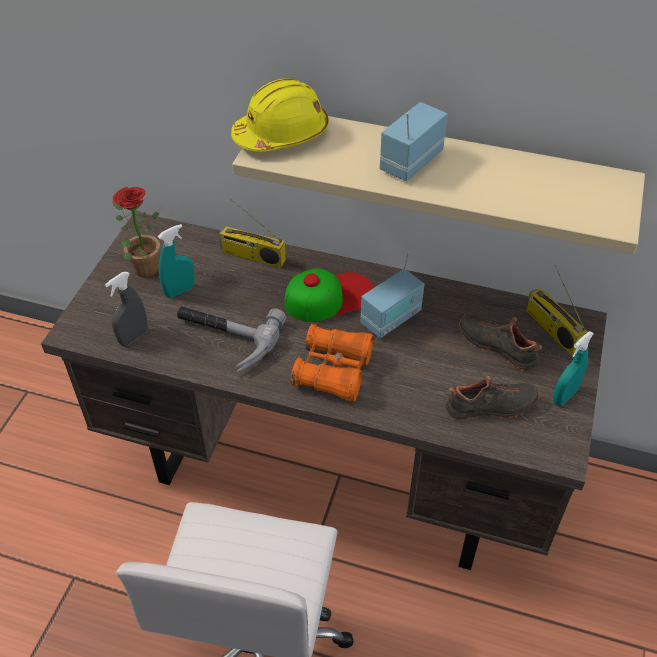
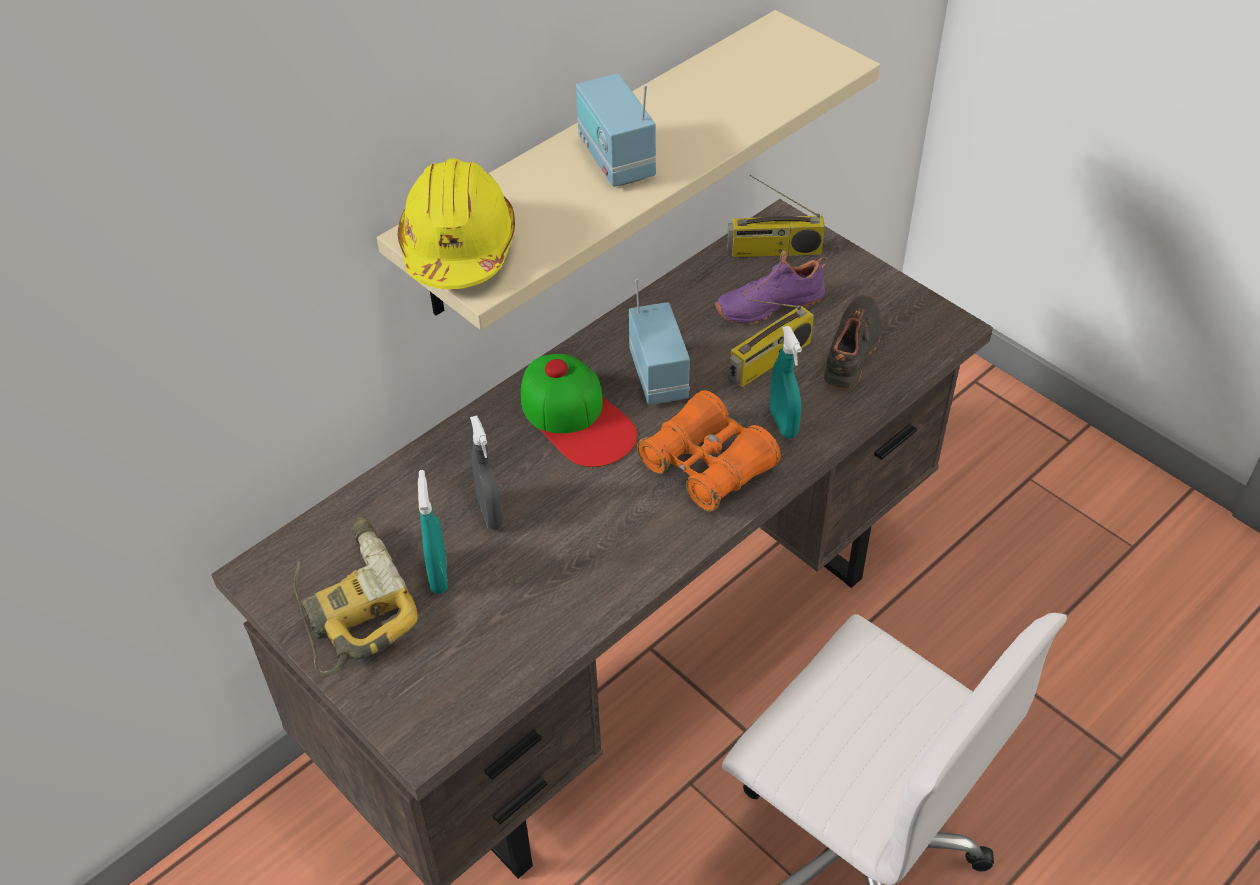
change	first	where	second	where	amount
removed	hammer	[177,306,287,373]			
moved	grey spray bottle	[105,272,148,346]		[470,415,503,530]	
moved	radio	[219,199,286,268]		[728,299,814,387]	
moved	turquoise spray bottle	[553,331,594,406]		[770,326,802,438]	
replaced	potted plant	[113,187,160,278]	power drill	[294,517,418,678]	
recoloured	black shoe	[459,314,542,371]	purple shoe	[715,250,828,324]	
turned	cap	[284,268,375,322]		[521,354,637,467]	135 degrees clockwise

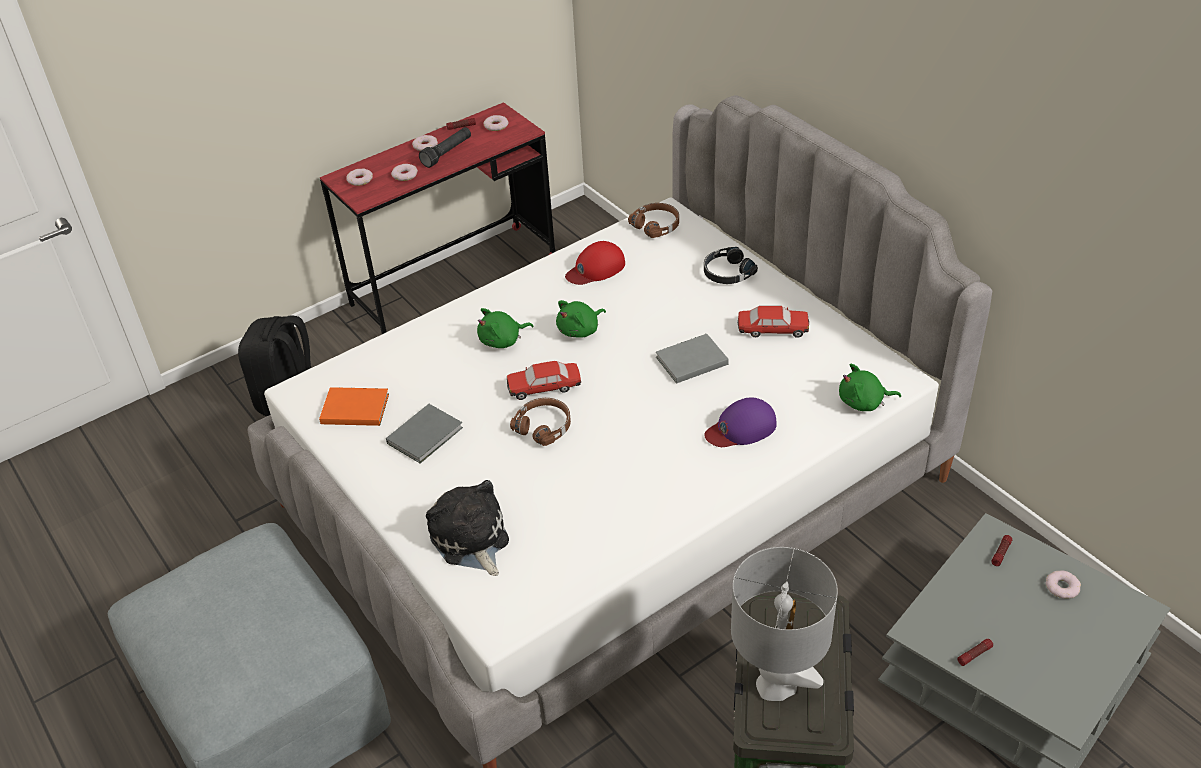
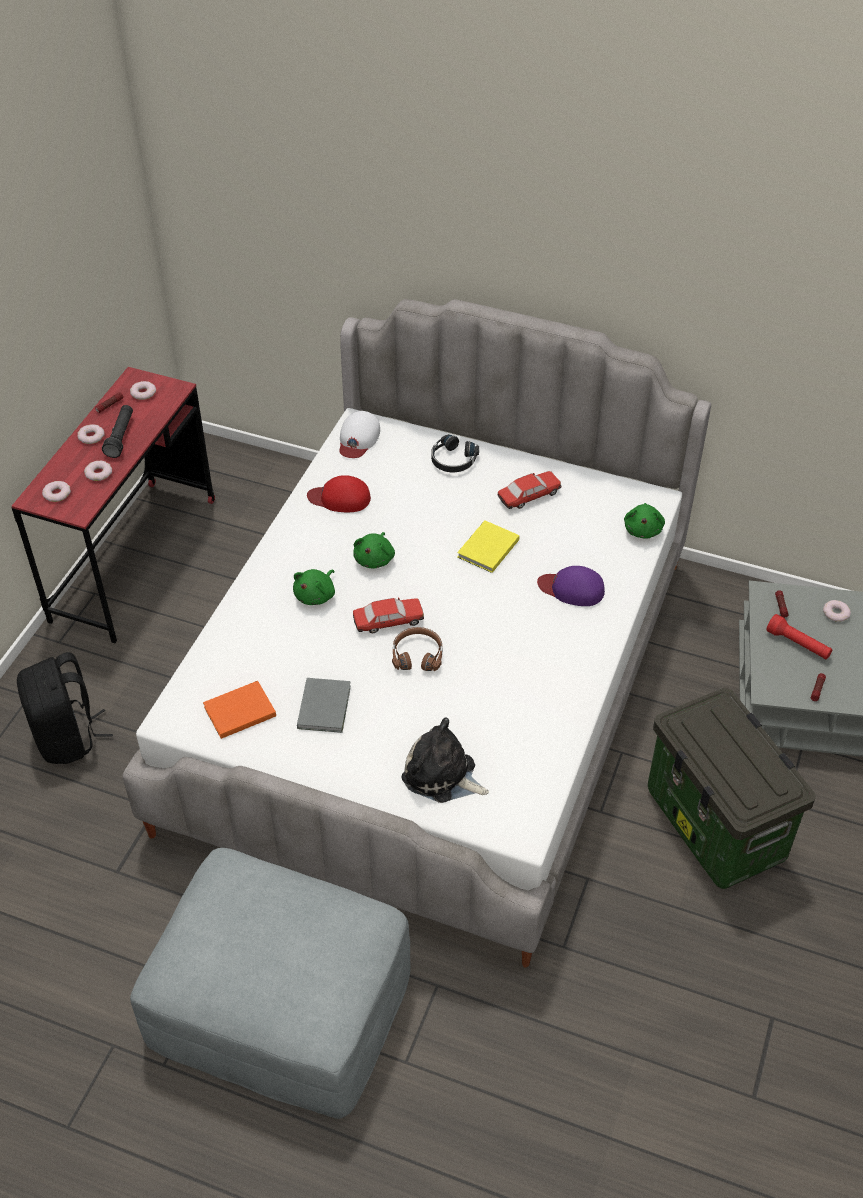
change	first	where	second	where	amount
removed	grey table lamp	[731,547,838,701]			
added			red flashlight	[766,614,832,659]	
replaced	brown headphones	[628,203,679,238]	white cap	[339,411,380,458]	
recoloured	grey book	[656,334,729,384]	yellow book	[457,520,519,573]	
turned	toy car	[507,361,581,400]		[353,597,424,633]	150 degrees counterclockwise
turned	red cap	[565,241,625,285]		[307,475,371,512]	75 degrees clockwise
turned	purple cap	[704,397,777,447]		[537,566,605,606]	75 degrees clockwise
turned	green plush toy	[839,363,901,411]		[624,503,665,538]	45 degrees counterclockwise

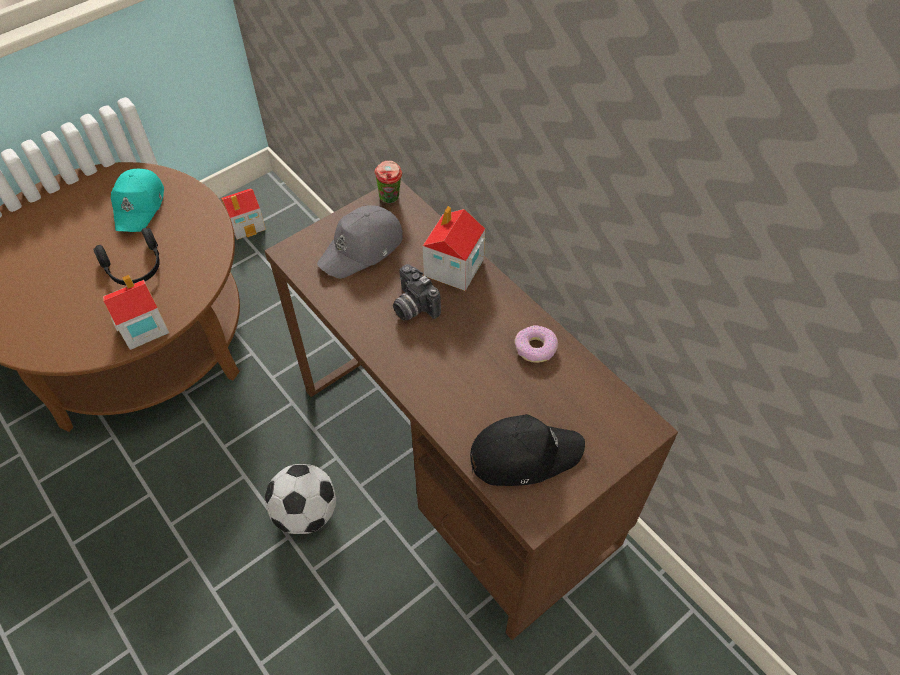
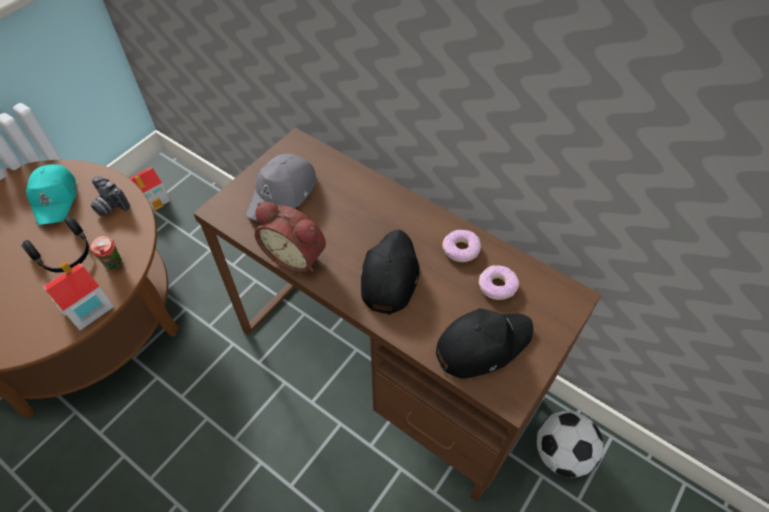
change	first	where	second	where	amount
removed	toy house	[423,206,485,291]			
added			alarm clock	[255,202,326,273]	
added			black cap	[361,229,420,315]	
added			donut	[479,265,519,300]	
moved	football	[265,464,336,534]		[537,411,603,478]	
moved	cup	[375,161,402,204]		[90,236,121,269]	
moved	photo camera	[393,264,441,320]		[91,176,130,216]	

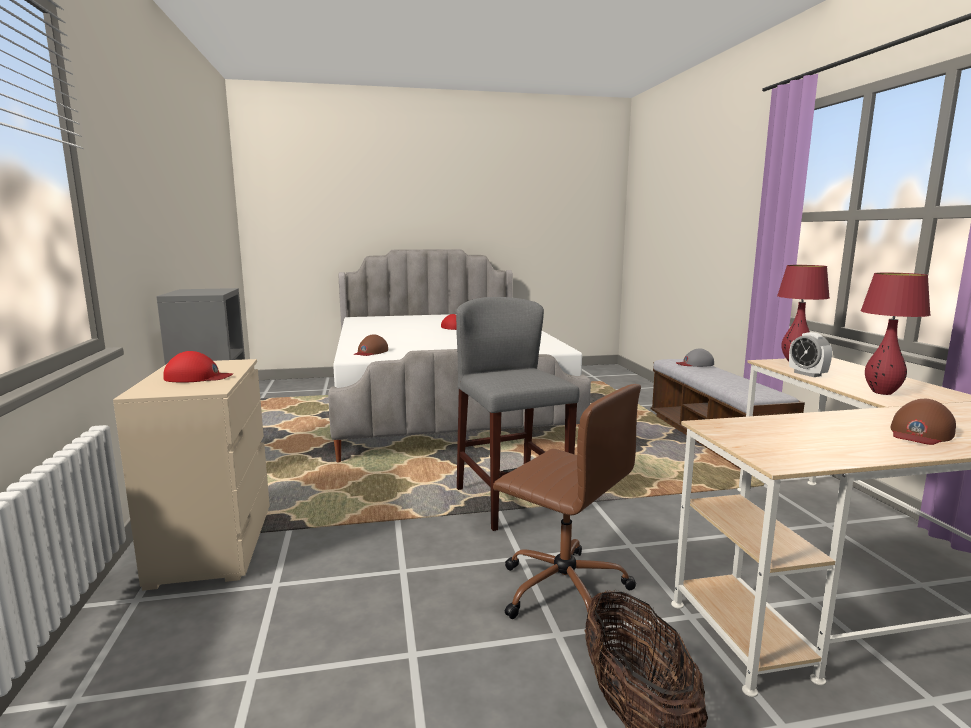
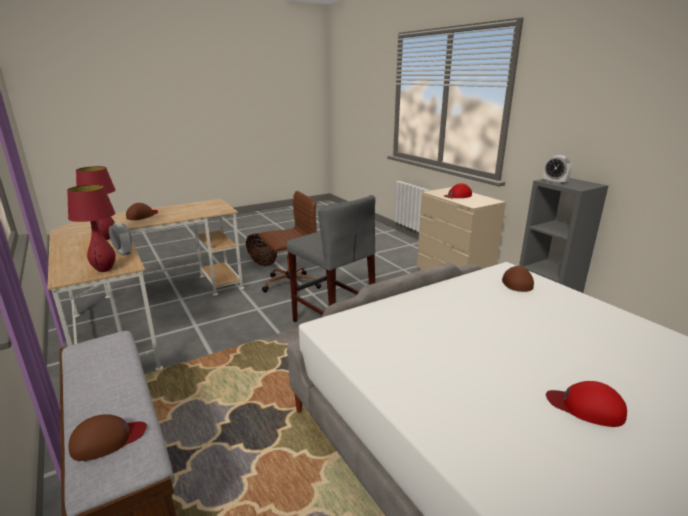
change	first	where	second	where	amount
added			alarm clock	[543,155,572,185]	
recoloured	grey cap	[676,348,714,367]	brown cap	[69,414,147,461]	
turned	brown office chair	[493,384,641,623]		[259,191,321,293]	135 degrees clockwise

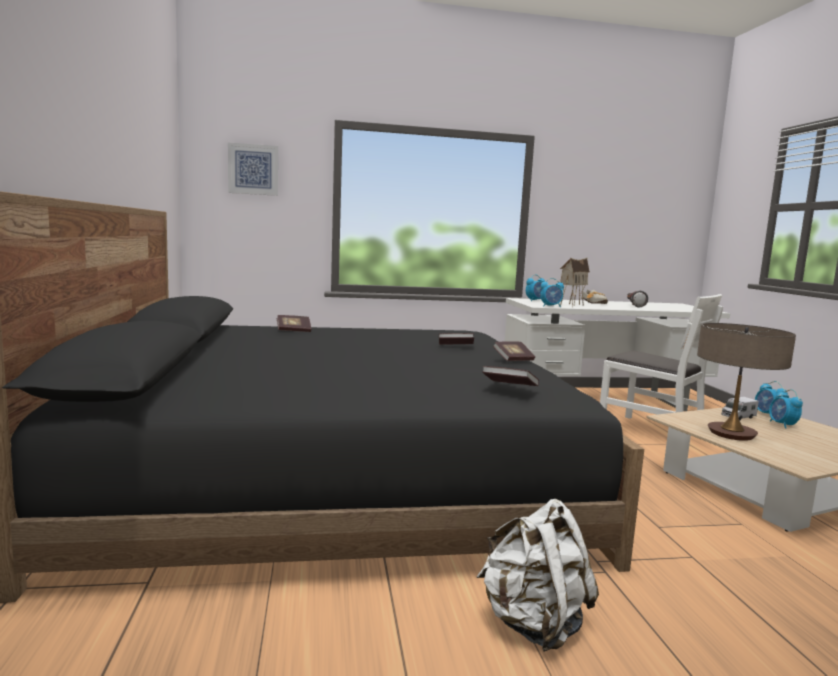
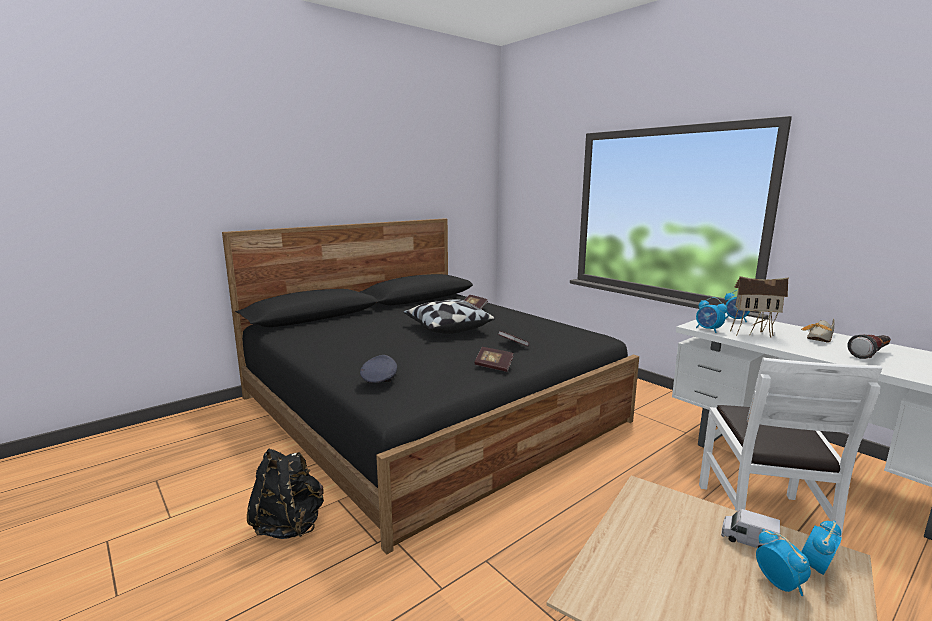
change	first	where	second	where	amount
removed	picture	[228,143,278,196]			
removed	table lamp	[697,323,796,441]			
added			pillow	[403,299,495,334]	
replaced	book	[482,366,539,386]	grey cap	[360,355,397,383]	
recoloured	white backpack	[477,499,599,652]	black backpack	[247,449,324,539]	
turned	alarm clock	[769,389,803,428]		[756,529,811,596]	105 degrees clockwise

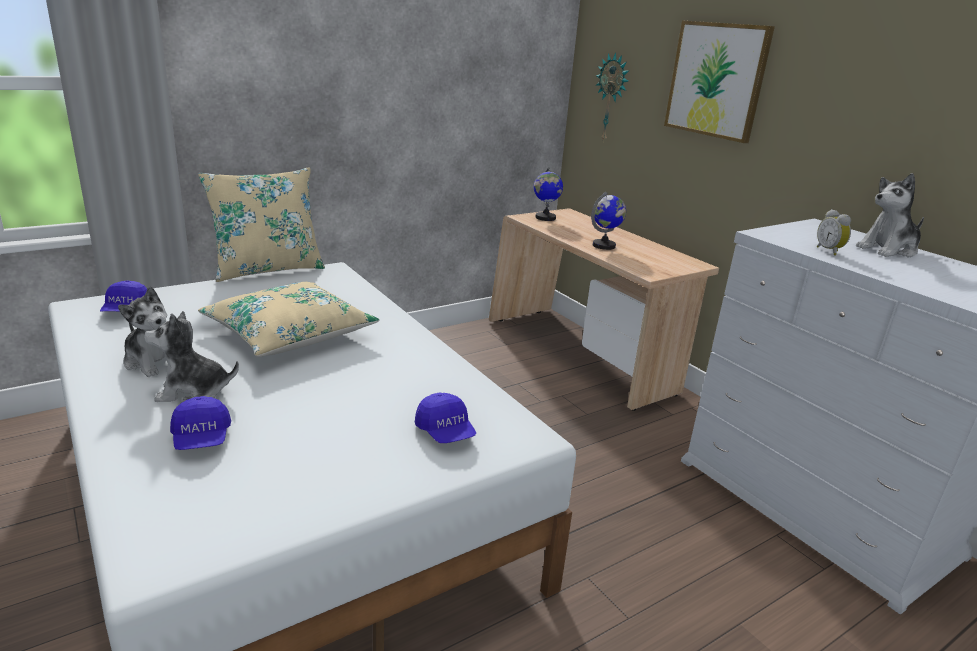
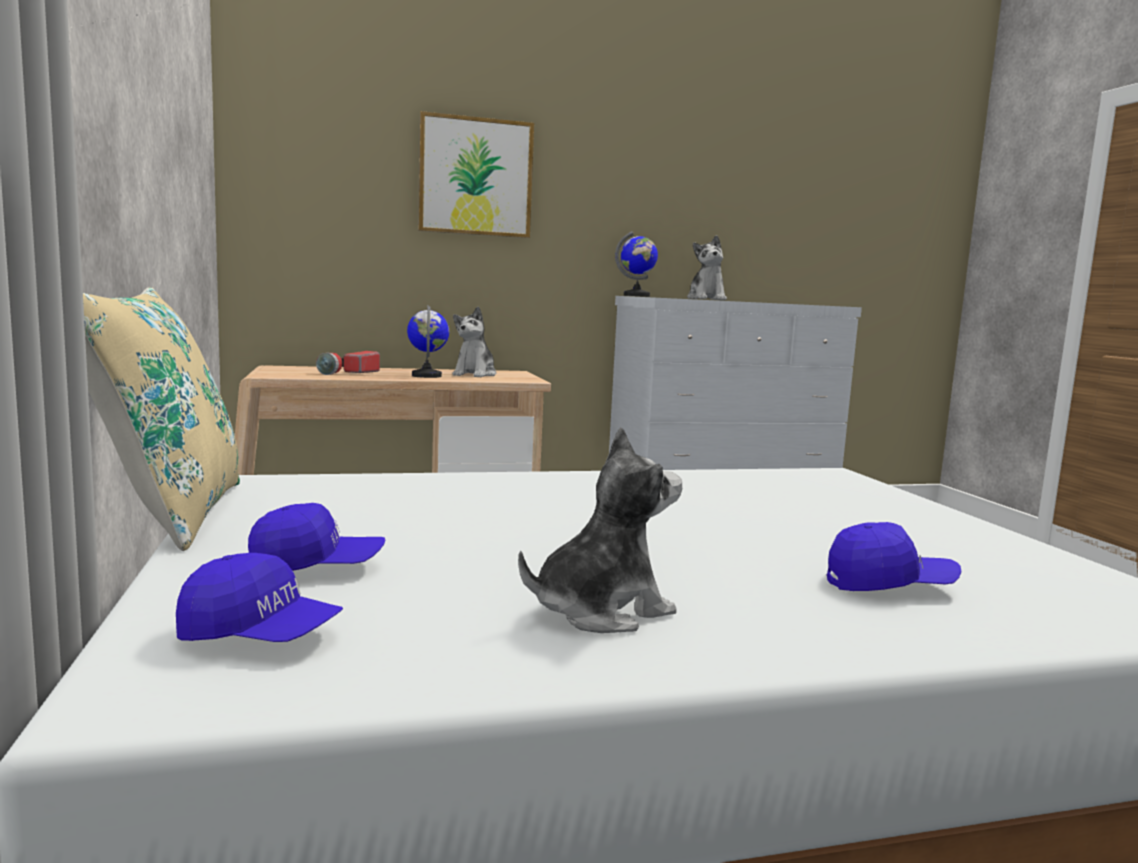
change	first	where	second	where	amount
removed	beige pillow	[198,282,379,357]			
removed	wall clock	[596,52,629,142]			
removed	alarm clock	[817,209,851,256]			
added			flashlight	[316,351,380,375]	
moved	plush toy	[144,311,239,402]		[453,306,496,377]	
moved	blue cap	[415,393,476,443]		[248,503,385,571]	
moved	globe	[534,167,563,221]		[615,231,658,297]	

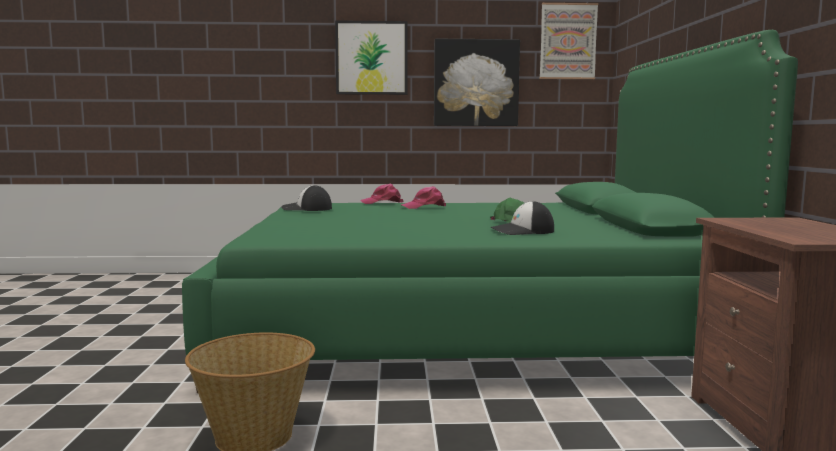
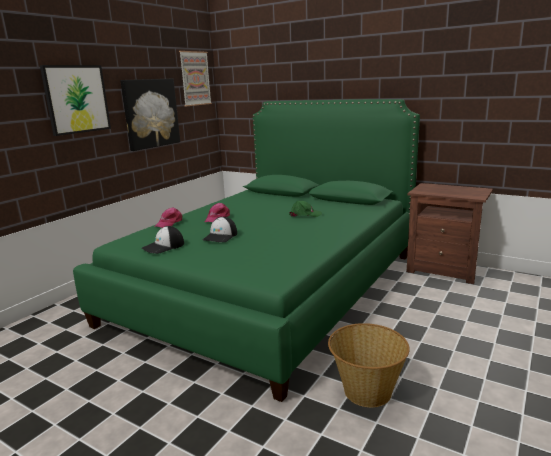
change	first	where	second	where	amount
moved	cap	[490,201,554,235]		[203,217,237,242]	

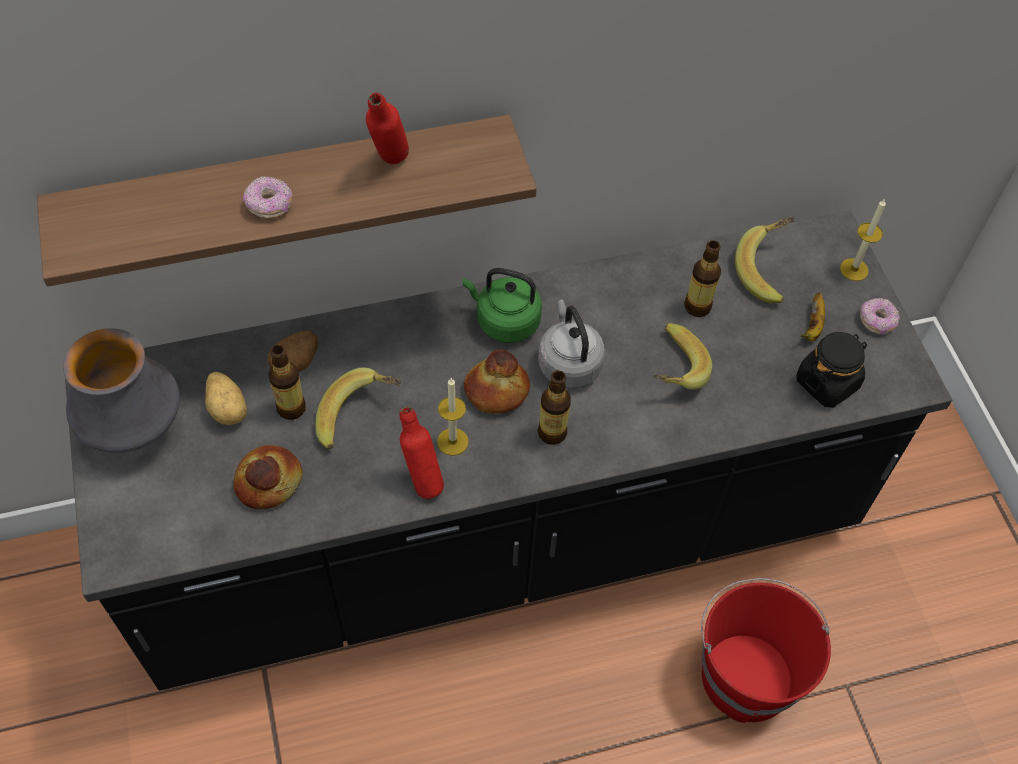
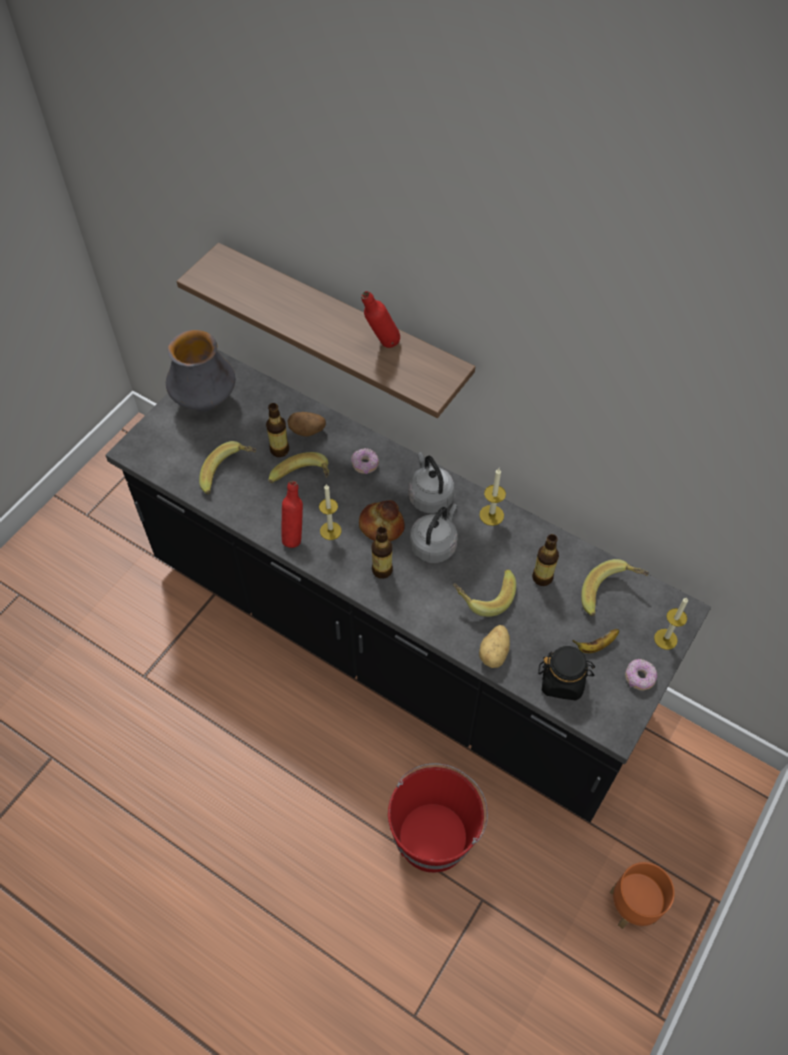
change	first	where	second	where	amount
added			candle	[479,468,506,526]	
added			orange planter	[610,862,675,929]	
moved	potato	[205,372,247,425]		[479,625,510,668]	
moved	donut	[243,176,292,219]		[351,448,379,474]	
replaced	bread	[234,445,303,509]	banana	[199,441,256,494]	
recoloured	green kettle	[463,268,542,343]	grey kettle	[408,452,455,513]	

